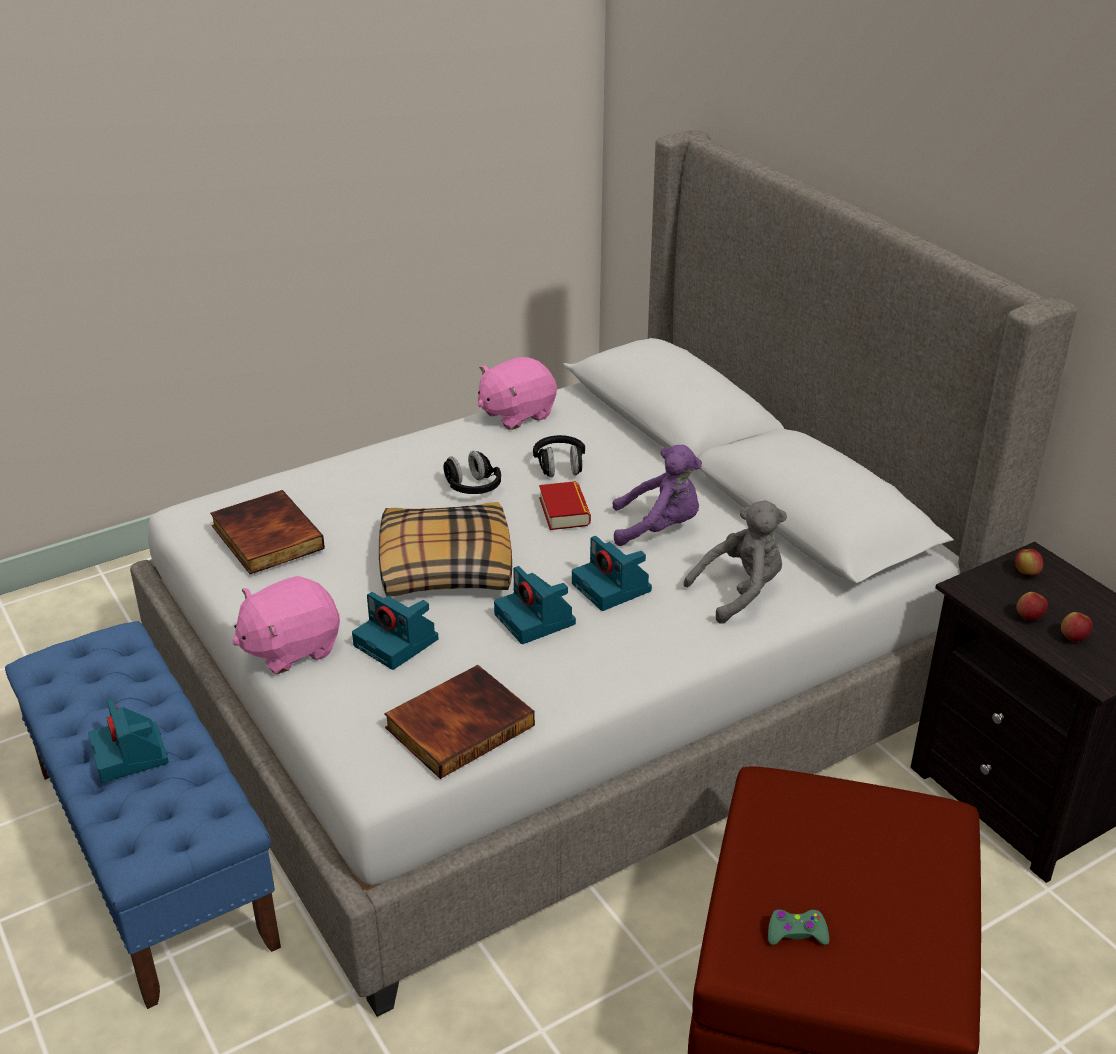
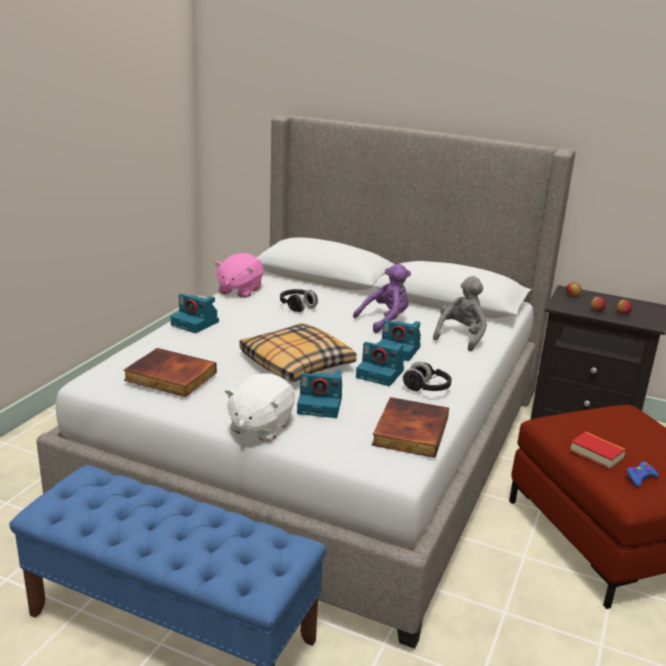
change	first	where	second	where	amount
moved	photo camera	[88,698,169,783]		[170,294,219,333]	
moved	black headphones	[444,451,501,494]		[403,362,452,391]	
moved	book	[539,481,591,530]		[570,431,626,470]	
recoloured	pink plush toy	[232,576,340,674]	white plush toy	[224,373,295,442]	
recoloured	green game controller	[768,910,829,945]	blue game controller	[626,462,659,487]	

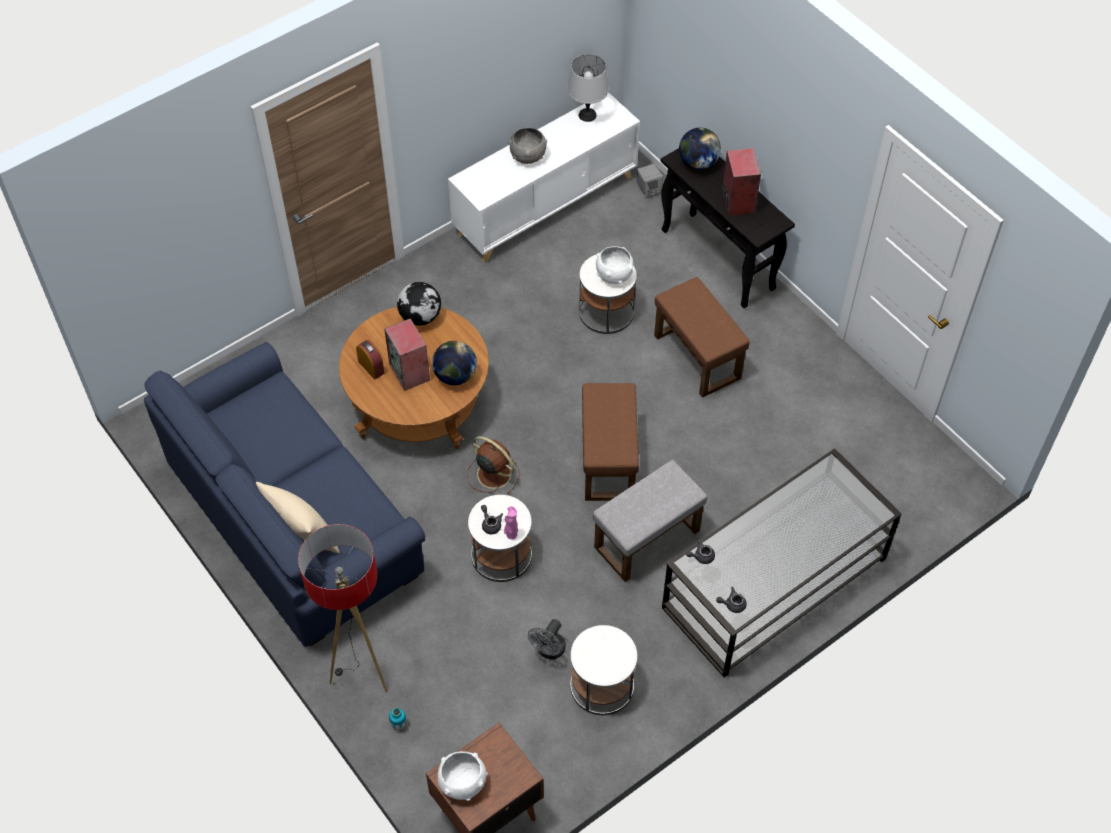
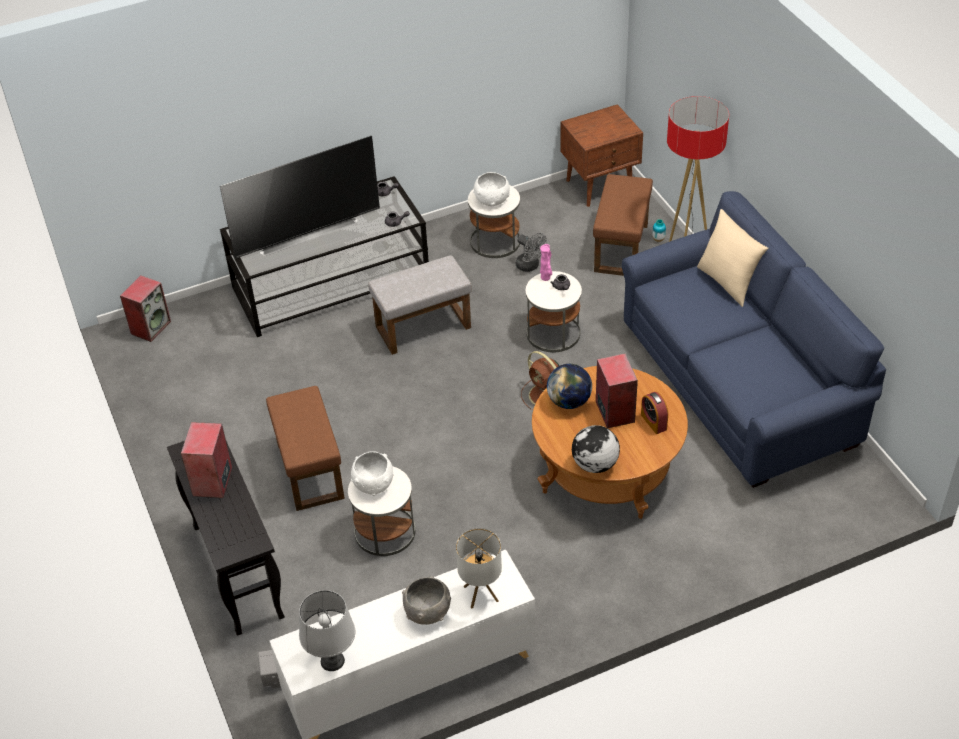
change	first	where	second	where	amount
removed	globe	[679,128,721,170]			
added			speaker	[120,275,171,342]	
added			television	[220,136,380,259]	
added			table lamp	[456,528,502,609]	
moved	white bowl	[438,751,488,801]		[473,172,510,206]	
moved	brown ottoman	[582,383,639,501]		[593,174,653,276]	
turned	grey fan	[528,619,566,660]		[516,233,547,272]	90 degrees clockwise

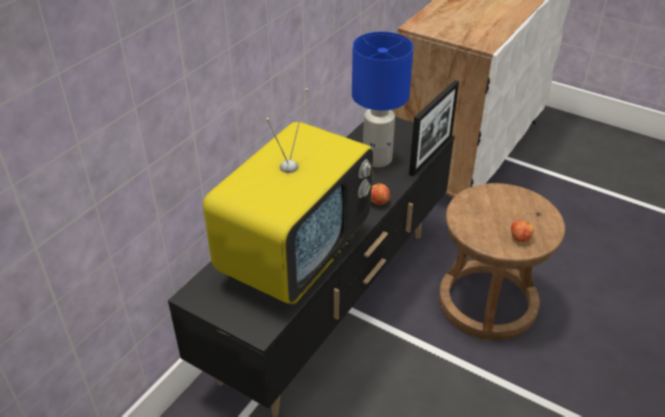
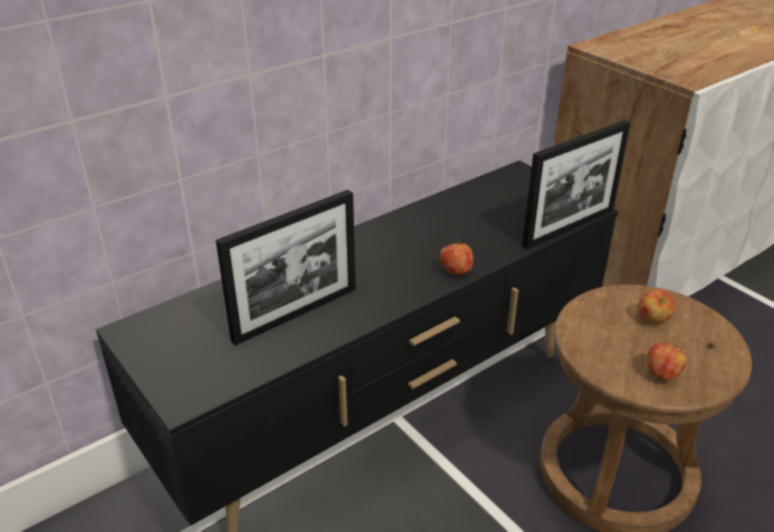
change	first	where	second	where	amount
removed	blue table lamp	[352,32,414,168]			
added			apple	[638,289,676,323]	
replaced	television	[203,88,373,304]	picture frame	[216,190,356,346]	

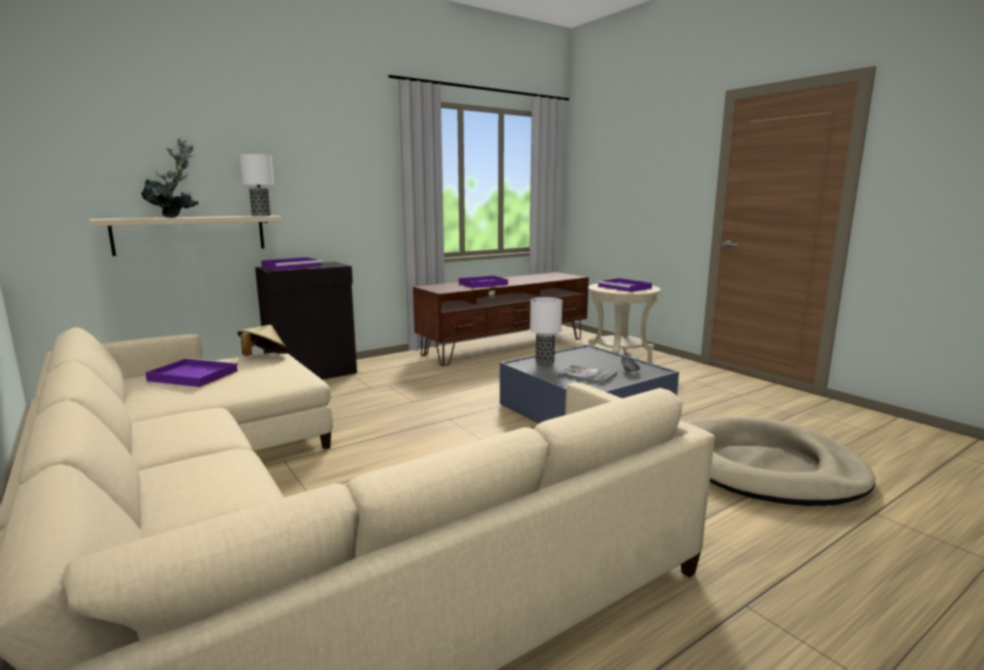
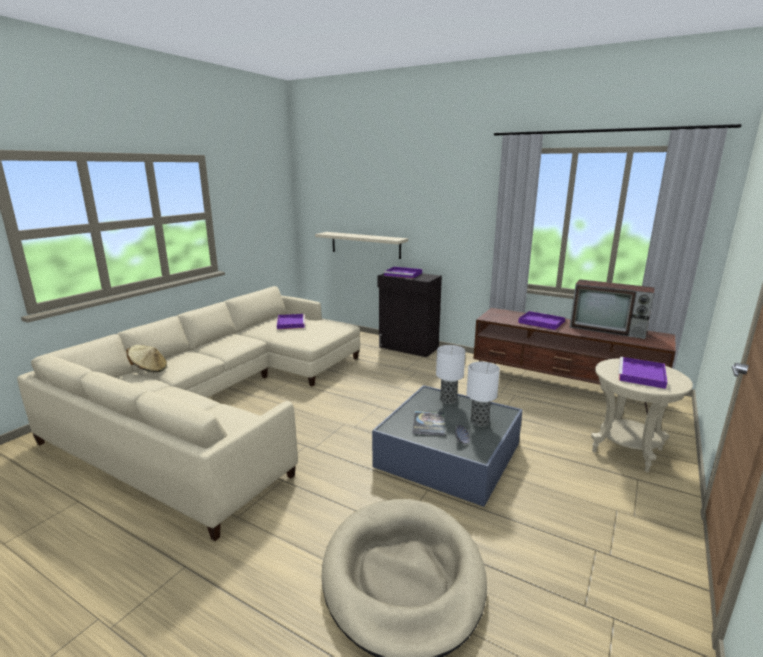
change	first	where	second	where	amount
removed	potted plant	[141,139,198,218]			
added			television	[569,279,655,339]	
moved	beige hat	[237,325,288,356]		[126,345,167,372]	
moved	table lamp	[239,154,274,216]		[467,362,500,427]	

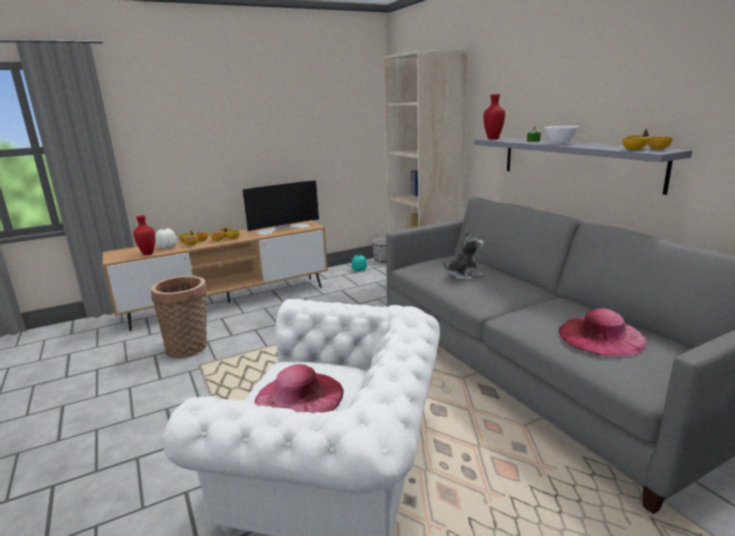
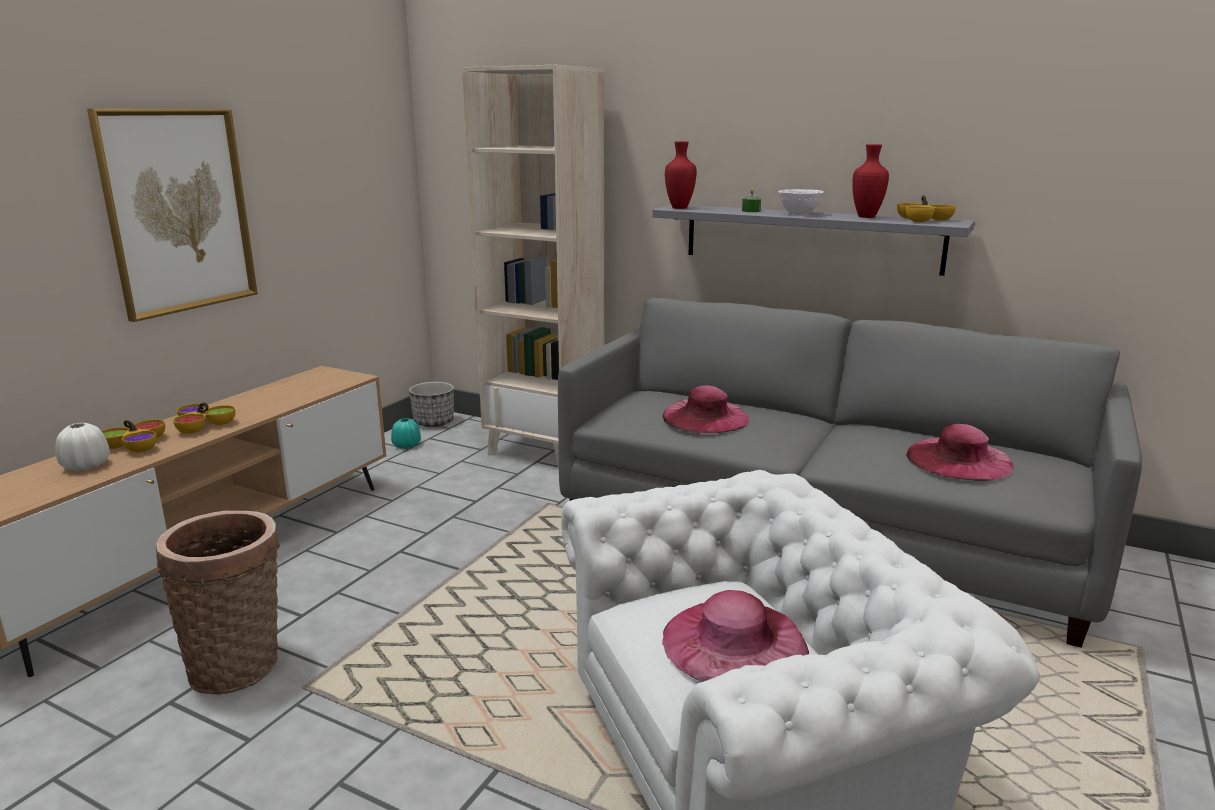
change	first	where	second	where	amount
removed	television	[242,180,319,235]			
added			picture	[87,109,258,322]	
moved	red vase	[133,215,155,255]		[852,144,889,218]	
replaced	plush toy	[443,230,484,280]	pink hat	[662,386,750,433]	

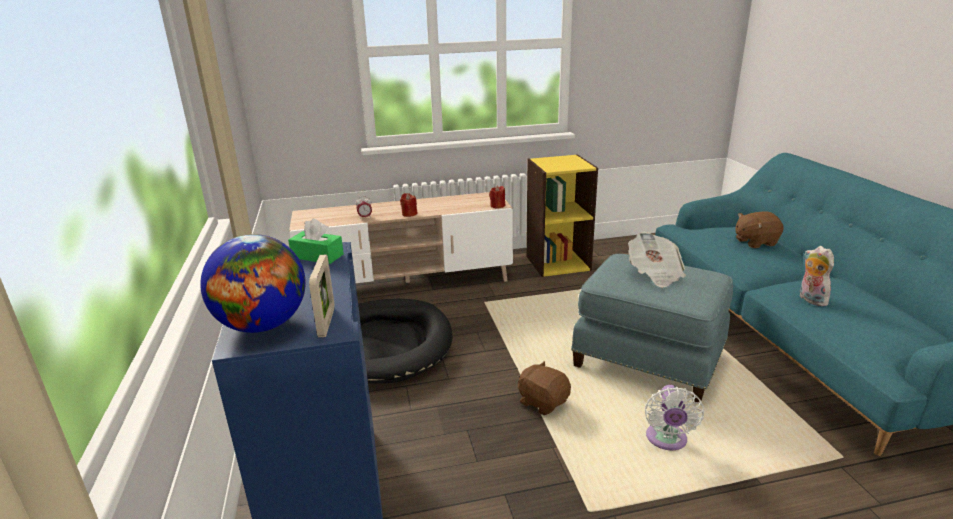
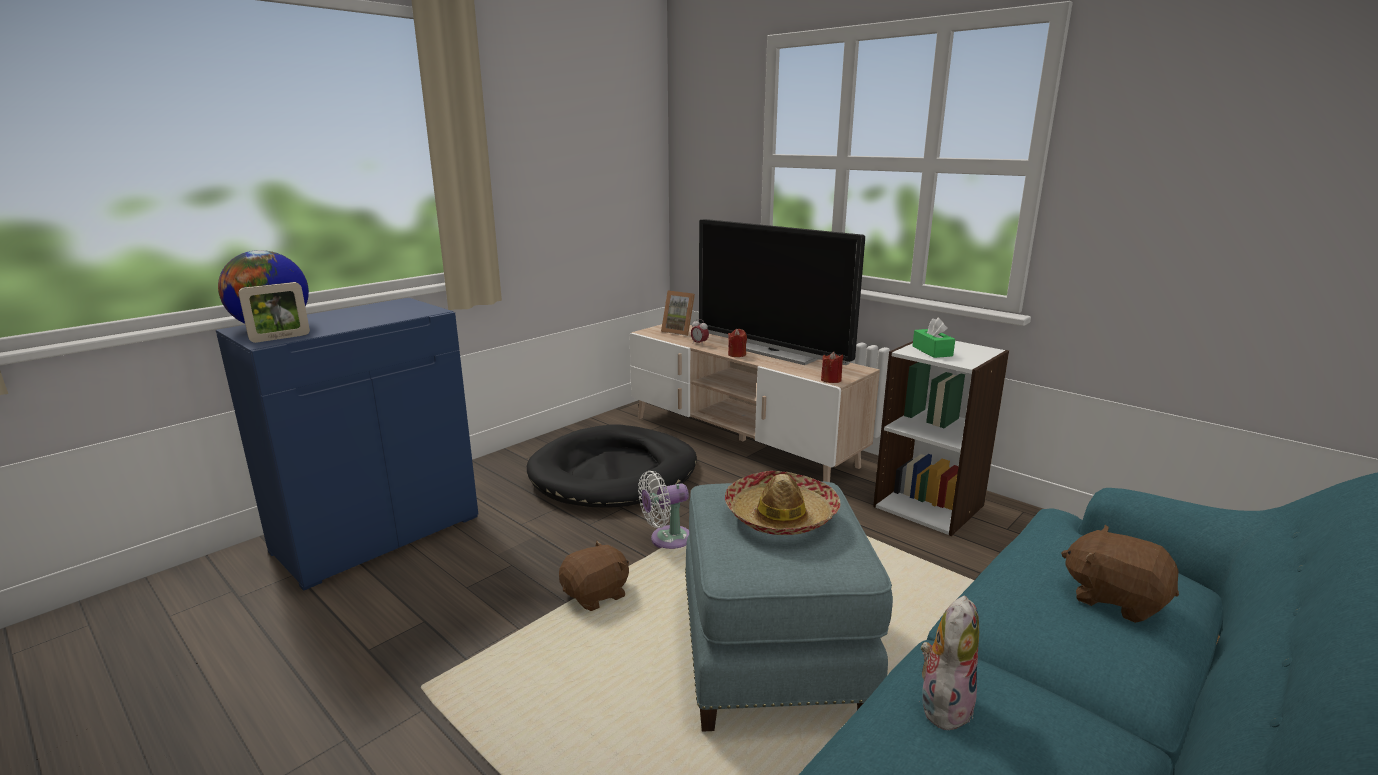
change	first	where	second	where	amount
added			picture frame	[661,291,695,336]	
added			television	[699,219,865,365]	
moved	green tissue box	[288,219,344,264]		[913,317,955,358]	
moved	white fan	[645,385,704,450]		[638,471,689,549]	
replaced	newspaper	[628,232,686,288]	hat	[725,471,840,535]	
recoloured	yellow bookcase	[526,154,598,277]	white bookcase	[873,341,1009,536]	
turned	brown plush toy	[518,361,571,415]		[559,541,629,611]	45 degrees clockwise

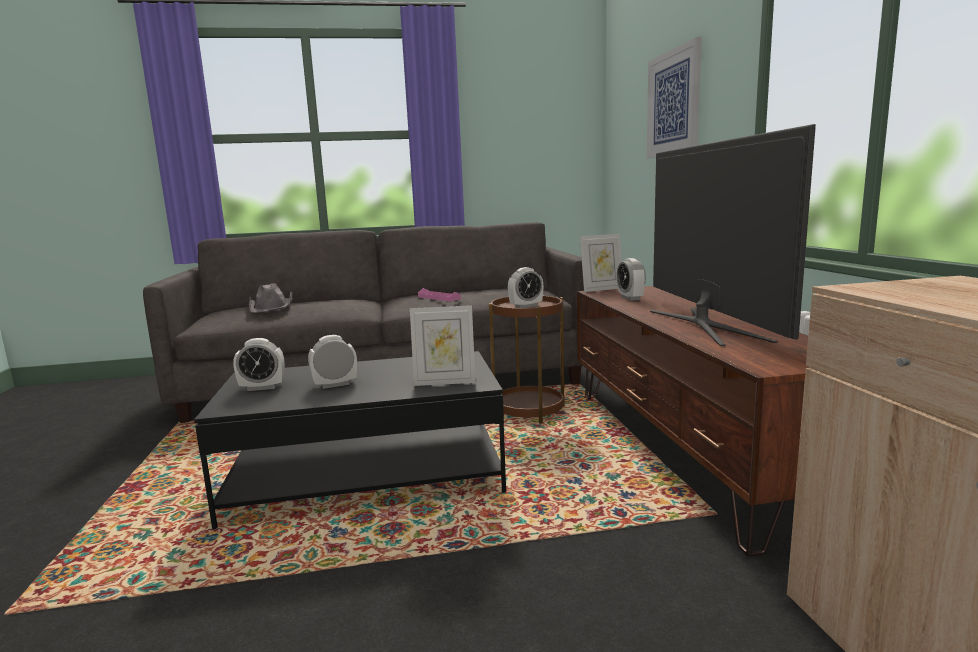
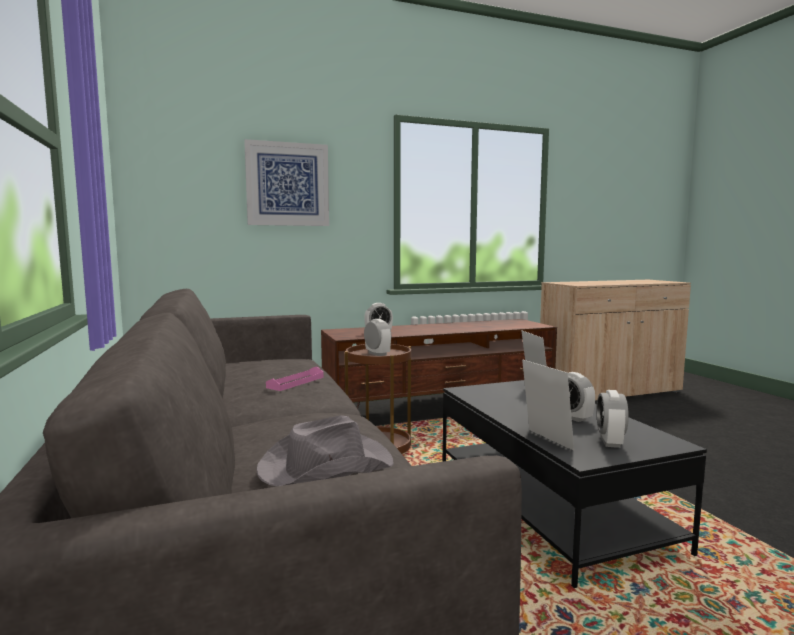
change	first	where	second	where	amount
removed	television	[650,124,816,346]			
moved	picture frame	[580,234,622,292]		[522,360,574,451]	
turned	alarm clock	[234,338,285,391]		[597,390,629,448]	150 degrees counterclockwise

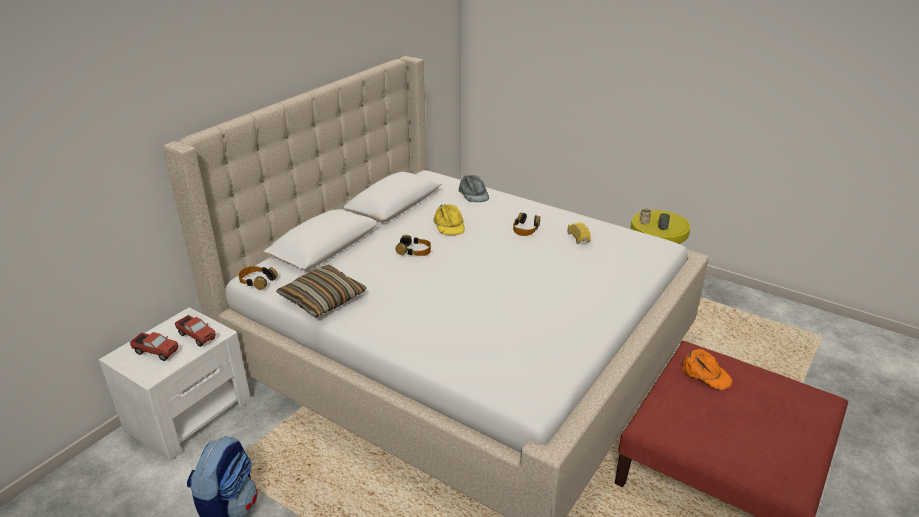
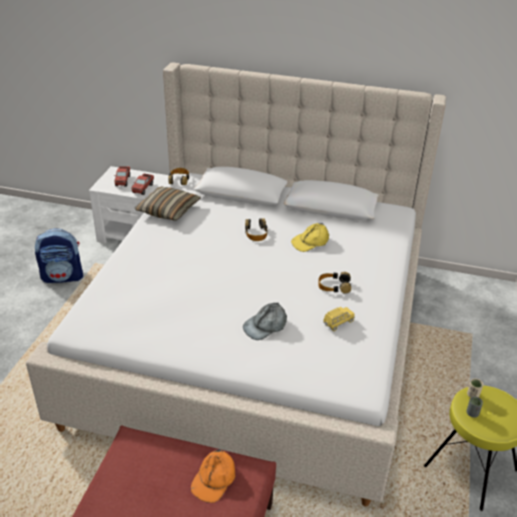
change	first	where	second	where	amount
moved	grey cap	[459,175,489,202]		[243,303,287,340]	

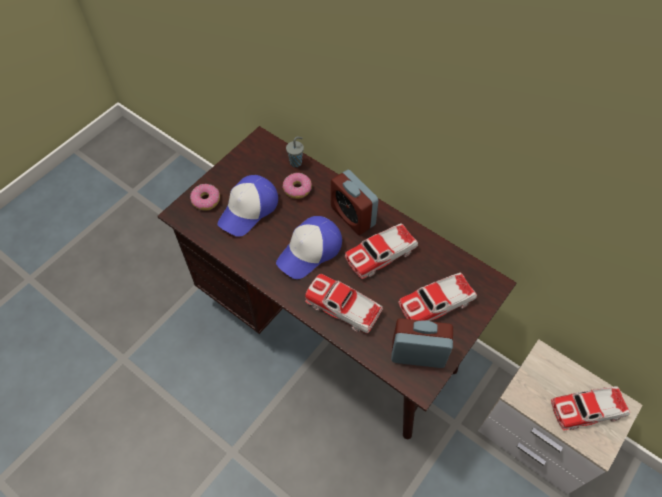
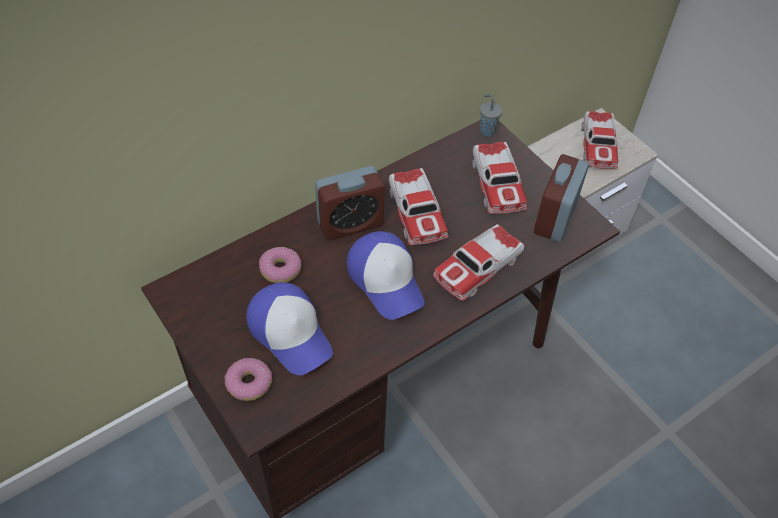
change	first	where	second	where	amount
moved	grey cup	[286,137,304,167]		[480,94,503,136]	

